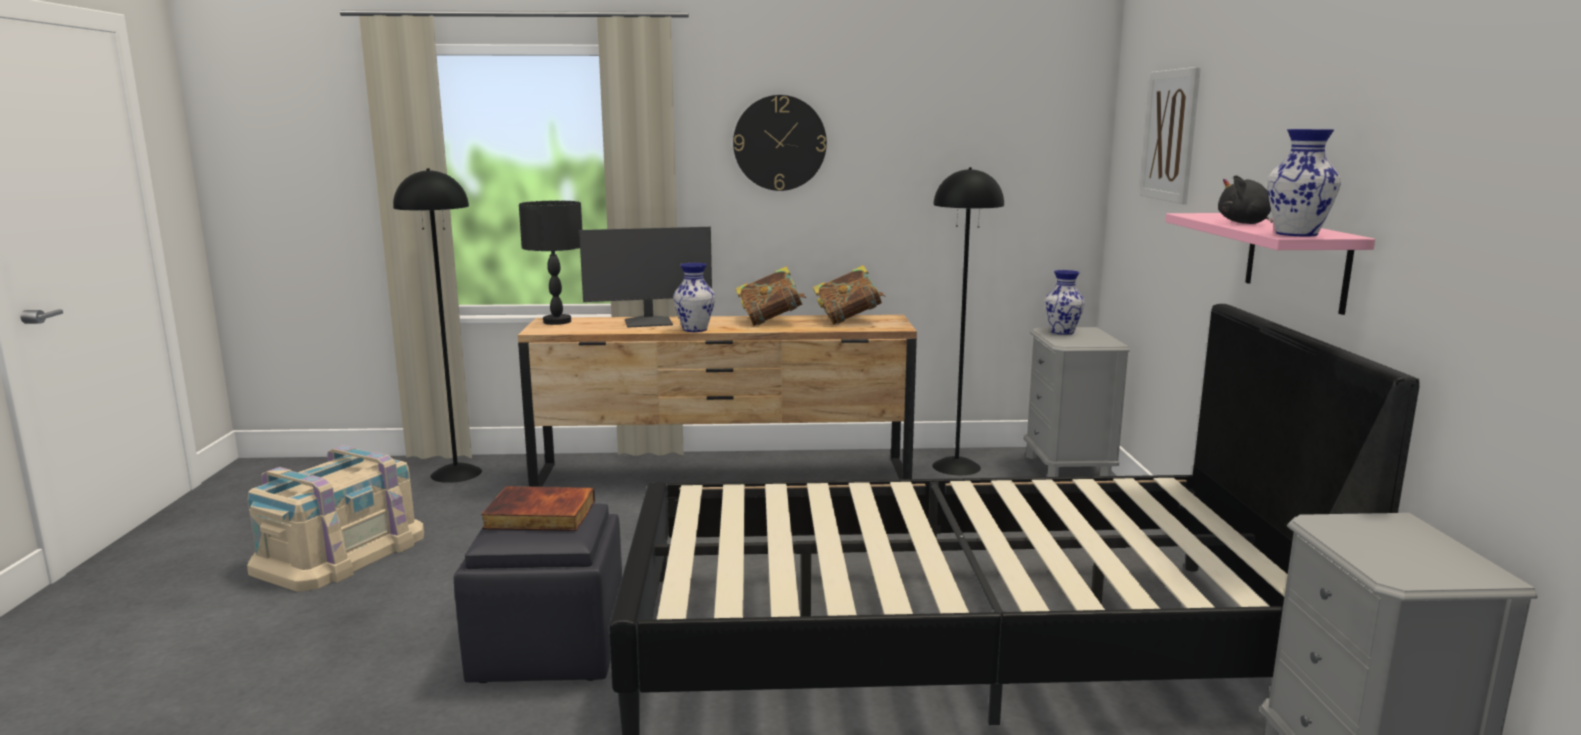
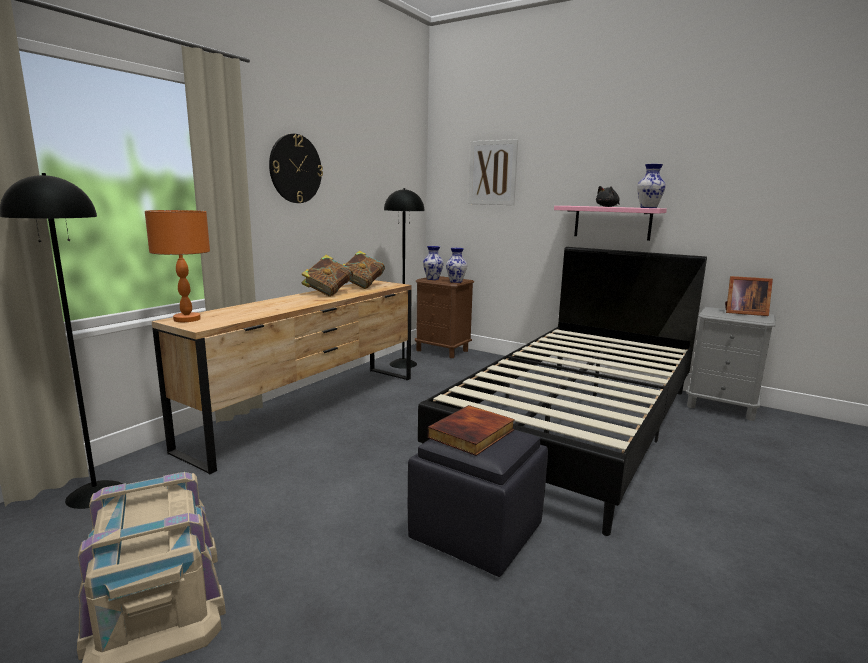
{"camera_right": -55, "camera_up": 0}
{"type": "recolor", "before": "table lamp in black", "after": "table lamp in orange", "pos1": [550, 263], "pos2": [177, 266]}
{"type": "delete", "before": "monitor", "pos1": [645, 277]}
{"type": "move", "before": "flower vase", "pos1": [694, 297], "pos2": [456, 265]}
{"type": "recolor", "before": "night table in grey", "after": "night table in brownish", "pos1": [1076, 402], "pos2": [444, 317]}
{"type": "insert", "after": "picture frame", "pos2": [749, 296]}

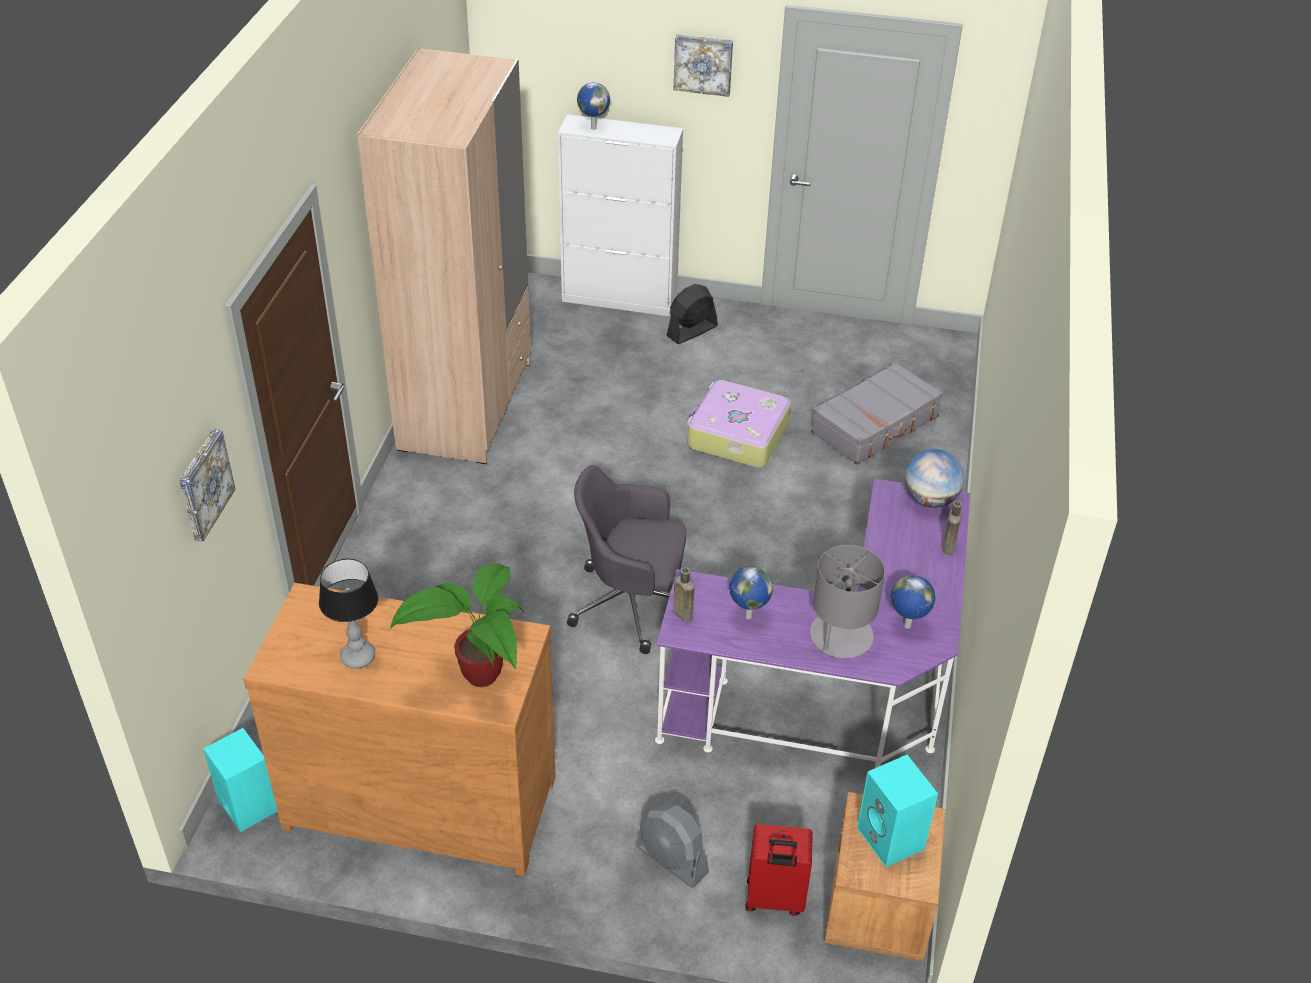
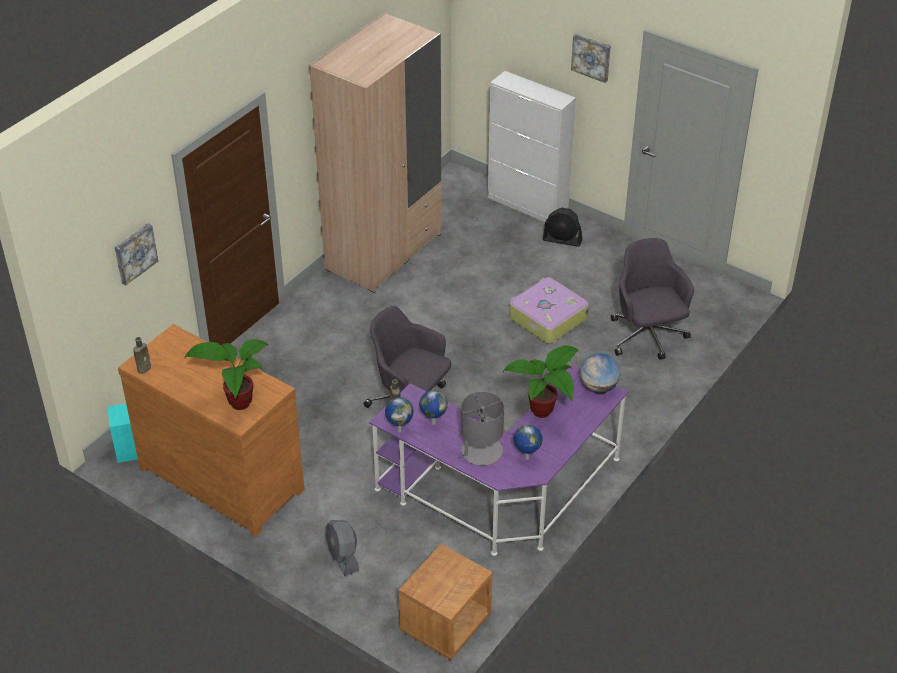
{"camera_right": 25, "camera_up": 0}
{"type": "move", "before": "globe", "pos1": [593, 106], "pos2": [399, 414]}
{"type": "rotate", "before": "cooling fan in black", "pos1": [692, 314], "pos2": [562, 227], "turn": -150}
{"type": "replace", "before": "piece of luggage in grey", "after": "office chair in grey", "pos1": [877, 413], "pos2": [652, 299]}
{"type": "move", "before": "bottle in brownish", "pos1": [952, 528], "pos2": [142, 355]}
{"type": "delete", "before": "table lamp", "pos1": [348, 614]}
{"type": "delete", "before": "speaker in turquoise", "pos1": [897, 811]}
{"type": "delete", "before": "piece of luggage in red-coloured", "pos1": [779, 870]}
{"type": "insert", "after": "potted plant", "pos2": [540, 381]}

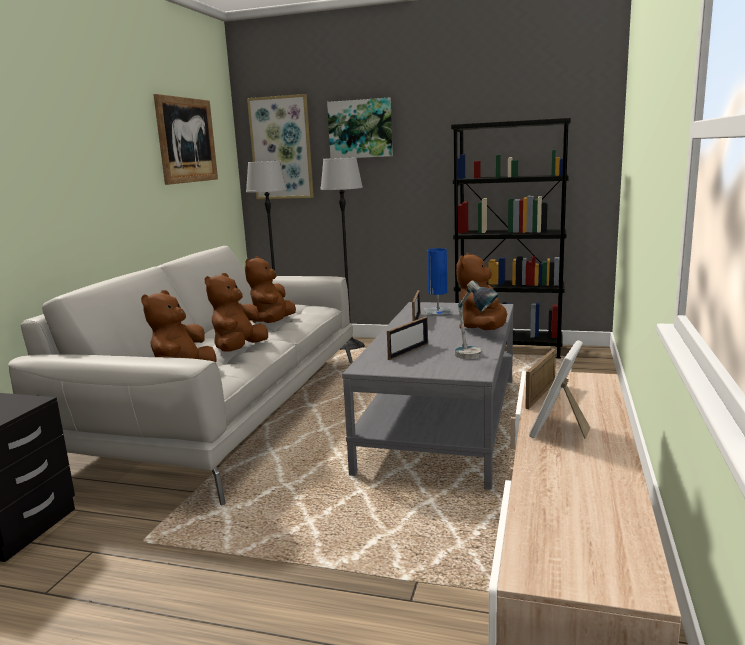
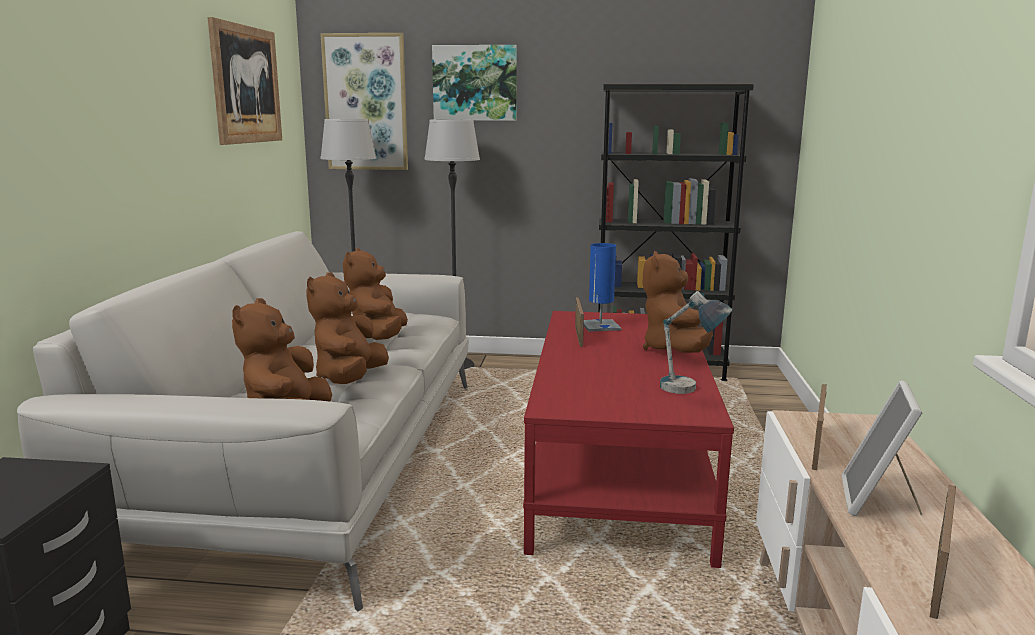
{"camera_right": -10, "camera_up": 0}
{"type": "recolor", "before": "lounge table in grey", "after": "lounge table in red-coloured", "pos1": [428, 396], "pos2": [628, 439]}
{"type": "move", "before": "picture frame", "pos1": [407, 338], "pos2": [943, 552]}

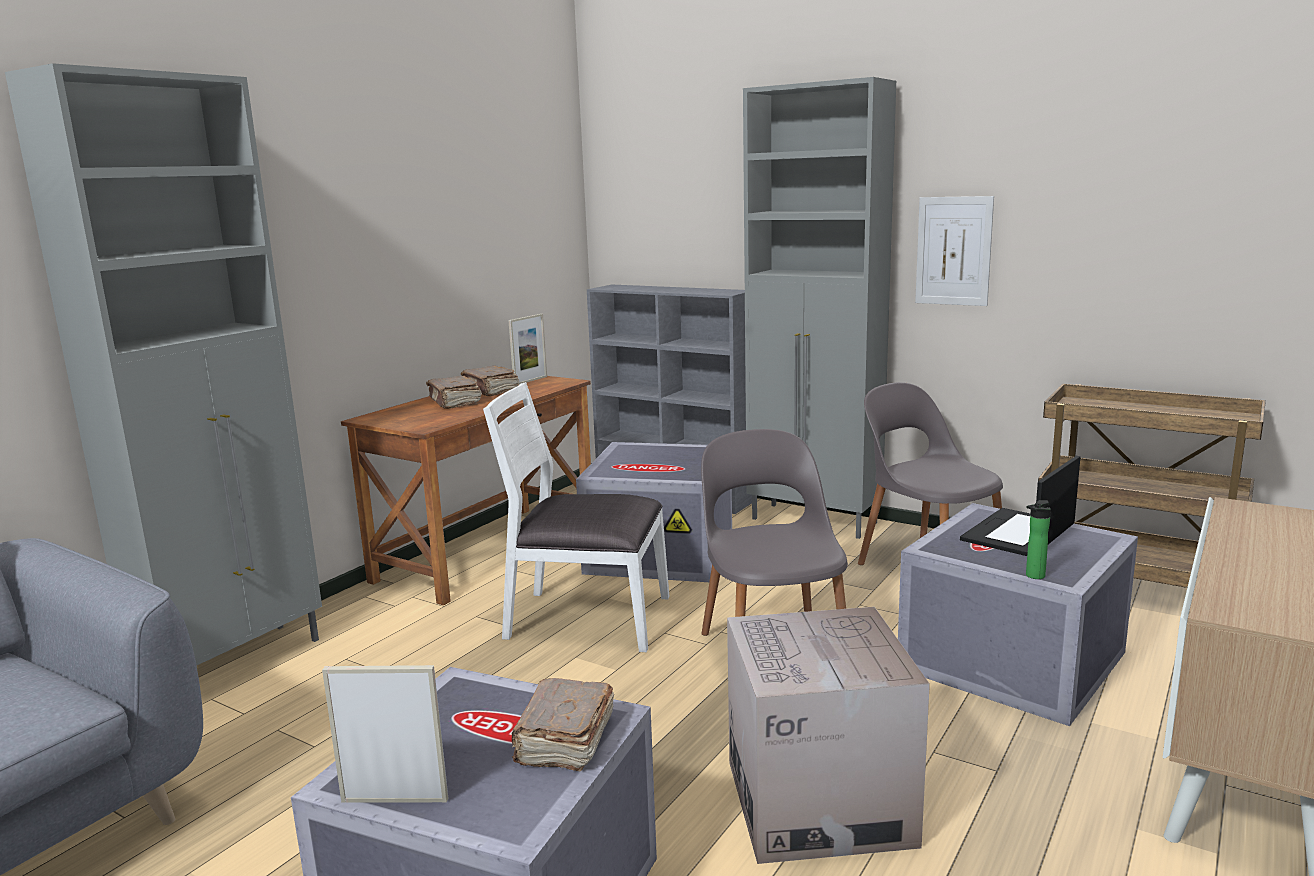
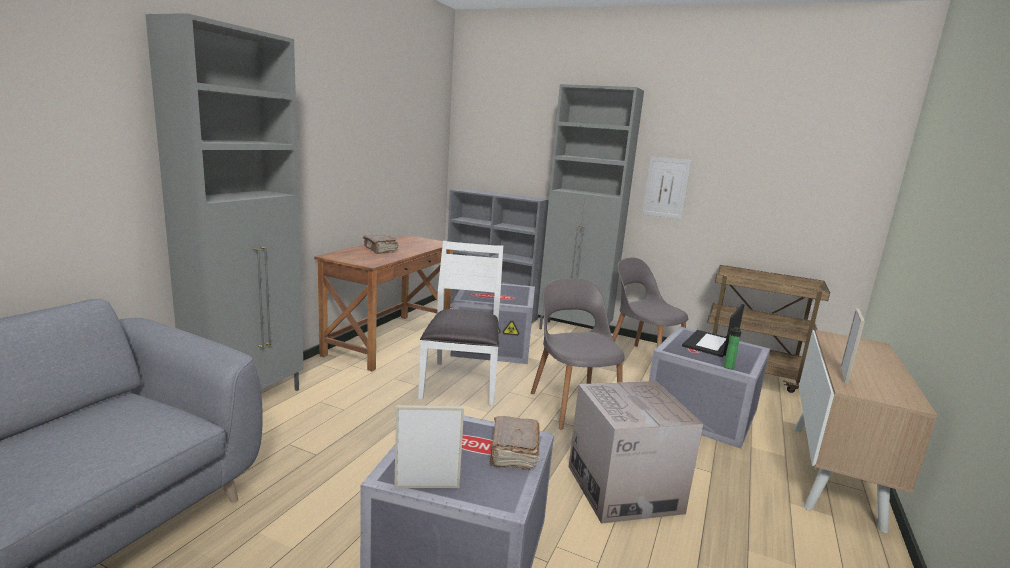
{"camera_right": -10, "camera_up": 0}
{"type": "move", "before": "picture frame", "pos1": [527, 349], "pos2": [853, 346]}
{"type": "delete", "before": "volume in brownish", "pos1": [490, 381]}
{"type": "rotate", "before": "plain chair in whitish", "pos1": [576, 517], "pos2": [460, 323], "turn": 90}

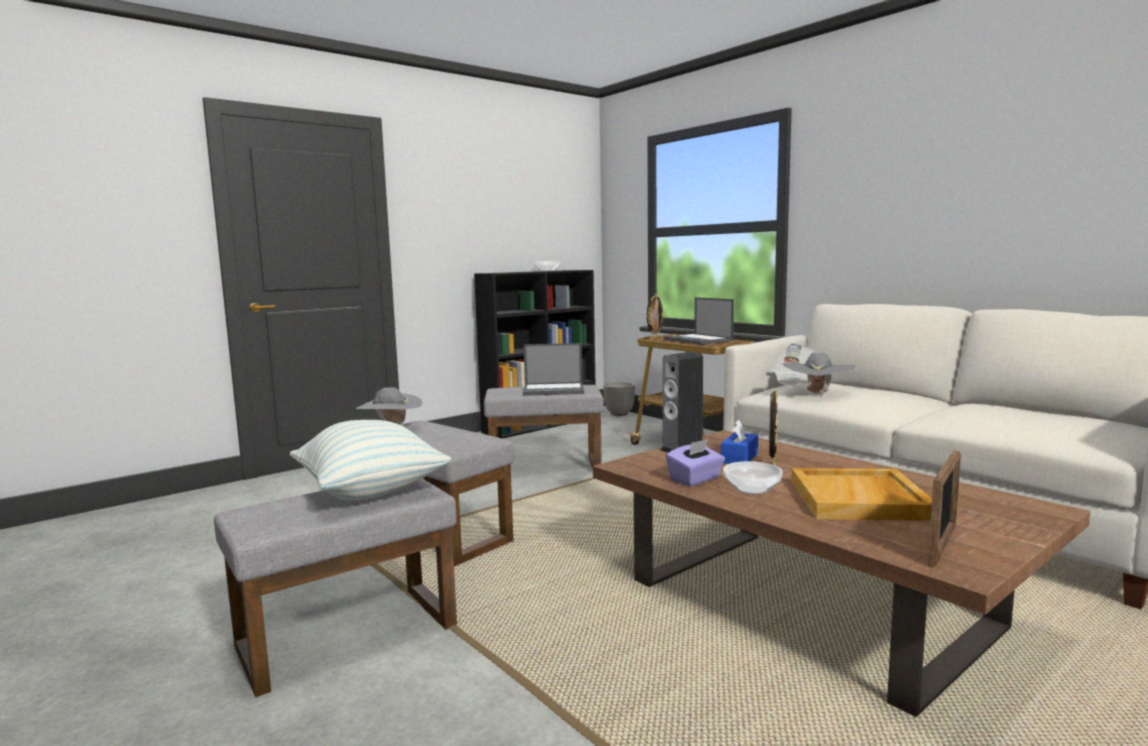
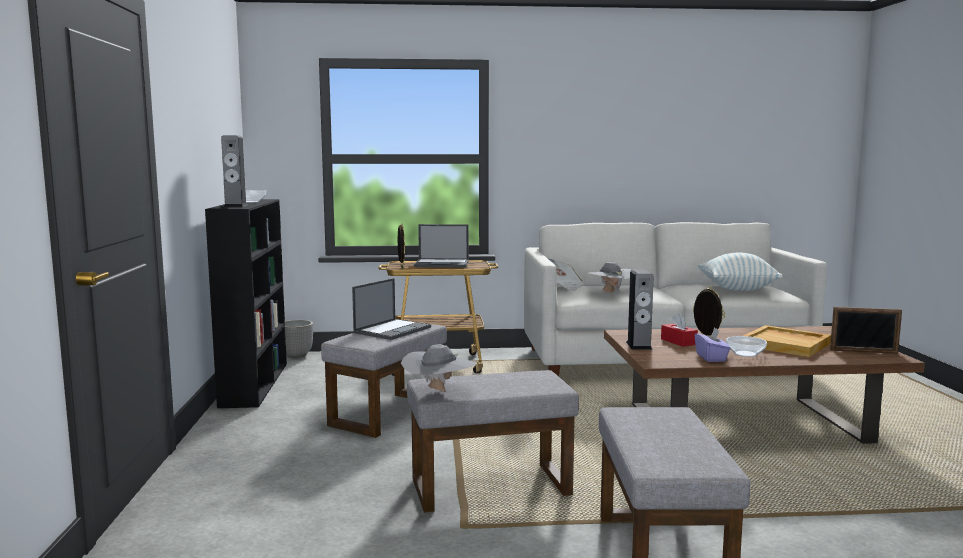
{"camera_right": -55, "camera_up": 0}
{"type": "recolor", "before": "tissue box in blue-coloured", "after": "tissue box in red-coloured", "pos1": [739, 441], "pos2": [679, 330]}
{"type": "move", "before": "cushion", "pos1": [370, 460], "pos2": [740, 272]}
{"type": "rotate", "before": "picture frame", "pos1": [944, 508], "pos2": [866, 330], "turn": 120}
{"type": "insert", "after": "speaker", "pos2": [234, 171]}

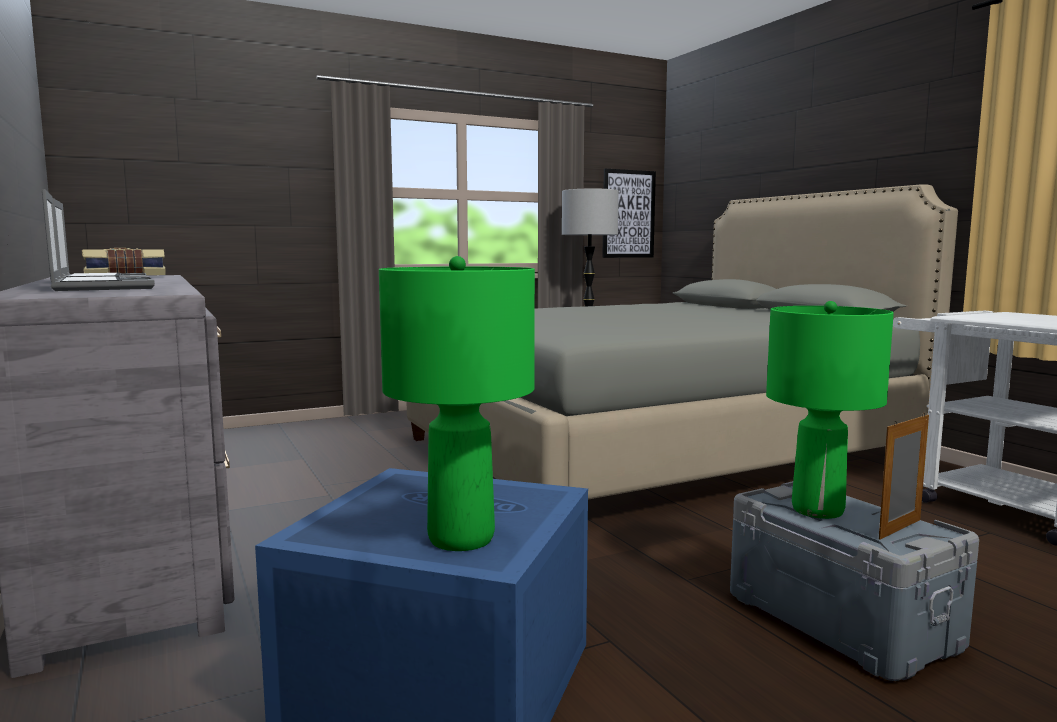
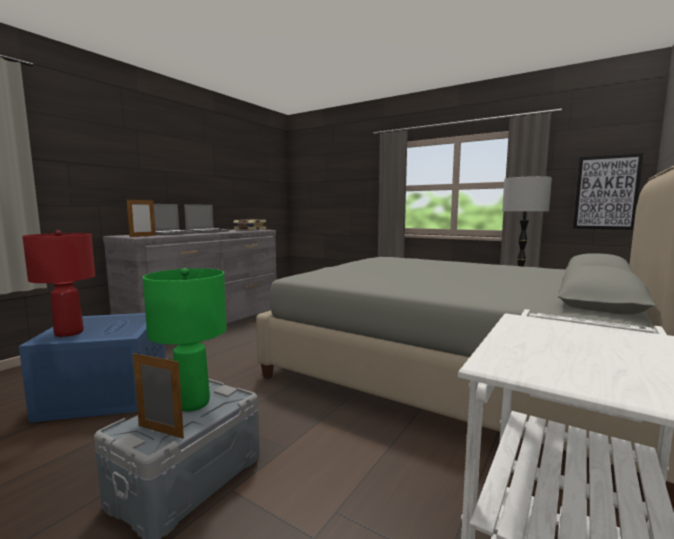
{"camera_right": 60, "camera_up": 0}
{"type": "recolor", "before": "table lamp in greenish", "after": "table lamp in red-coloured", "pos1": [457, 403], "pos2": [58, 283]}
{"type": "insert", "after": "picture frame", "pos2": [141, 217]}

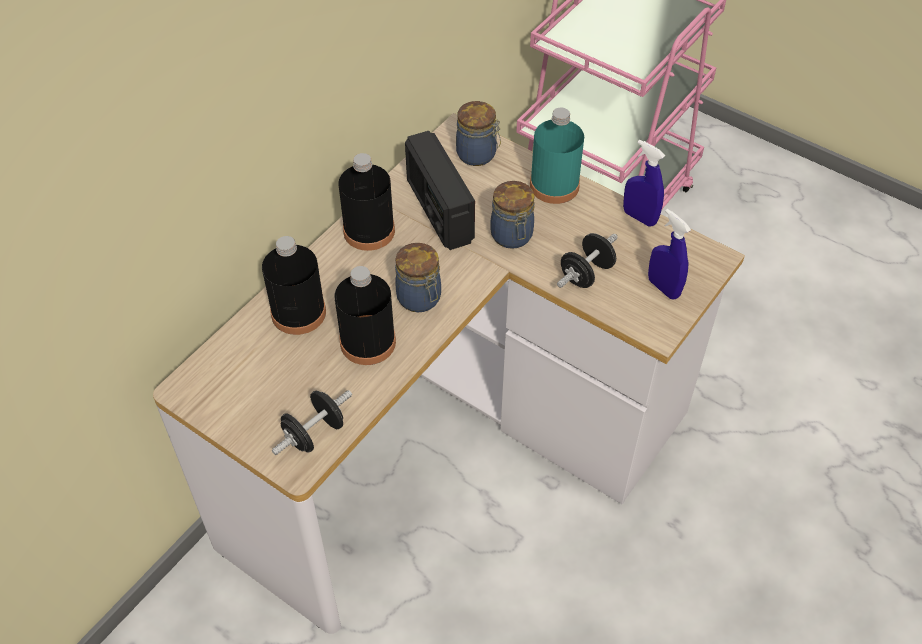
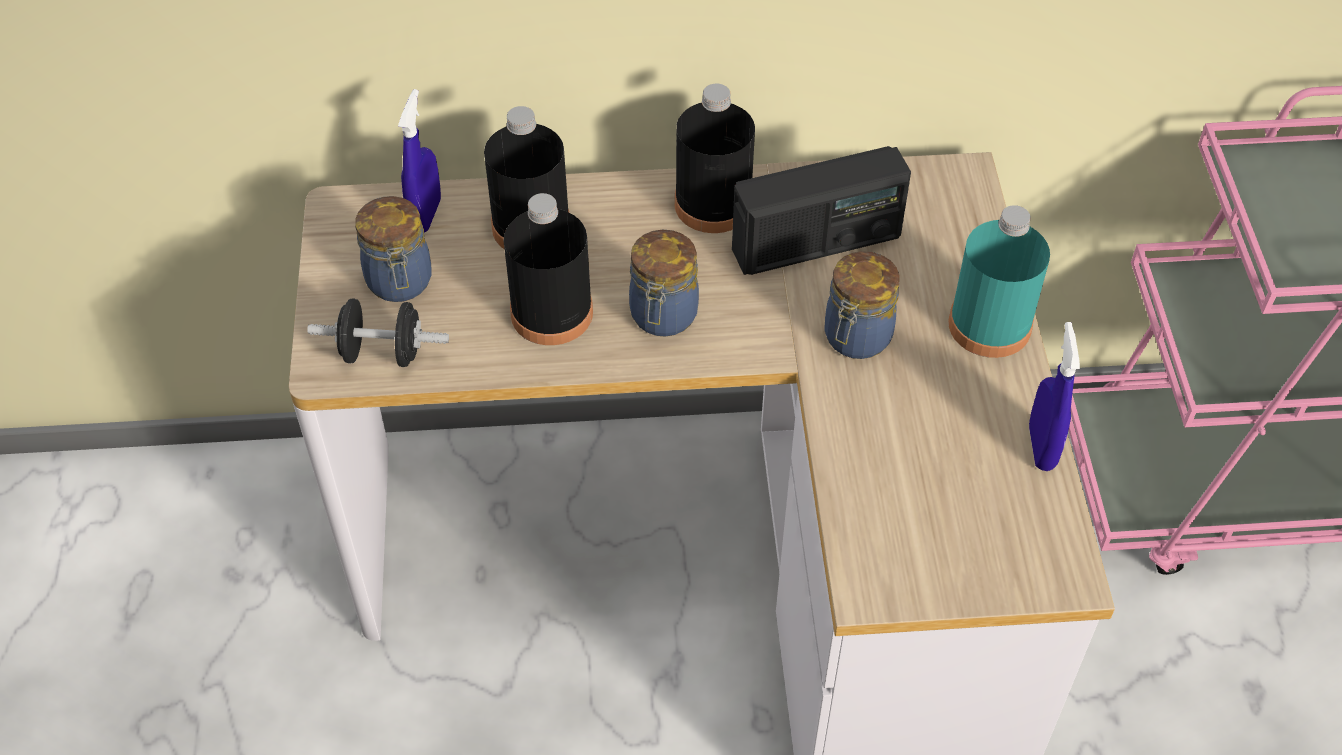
{"camera_right": 50, "camera_up": 0}
{"type": "move", "before": "preserve jar", "pos1": [478, 133], "pos2": [393, 249]}
{"type": "rotate", "before": "radio", "pos1": [440, 190], "pos2": [821, 210], "turn": -135}
{"type": "move", "before": "hand sprayer in blue-coloured", "pos1": [669, 254], "pos2": [419, 161]}
{"type": "delete", "before": "dumbbell in black", "pos1": [587, 260]}

